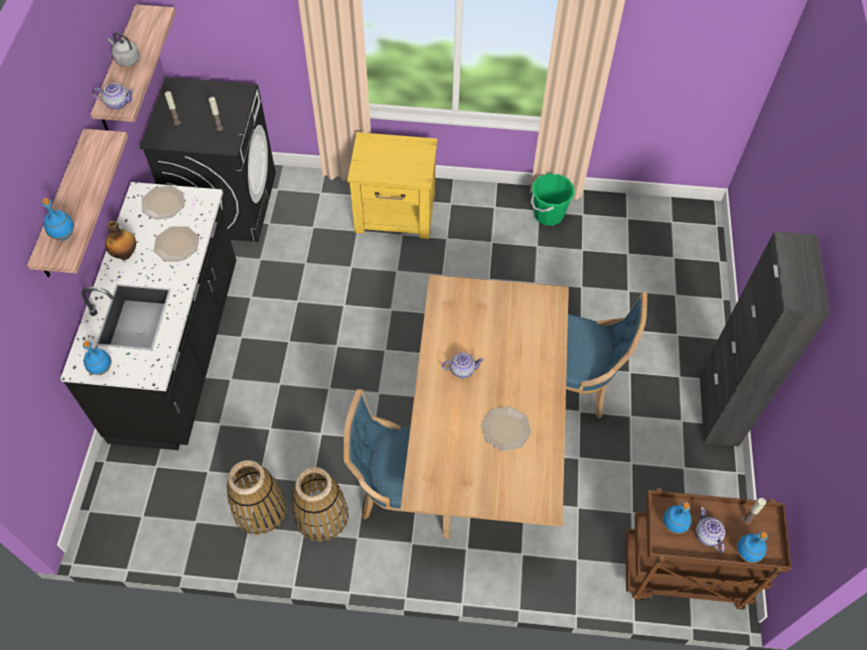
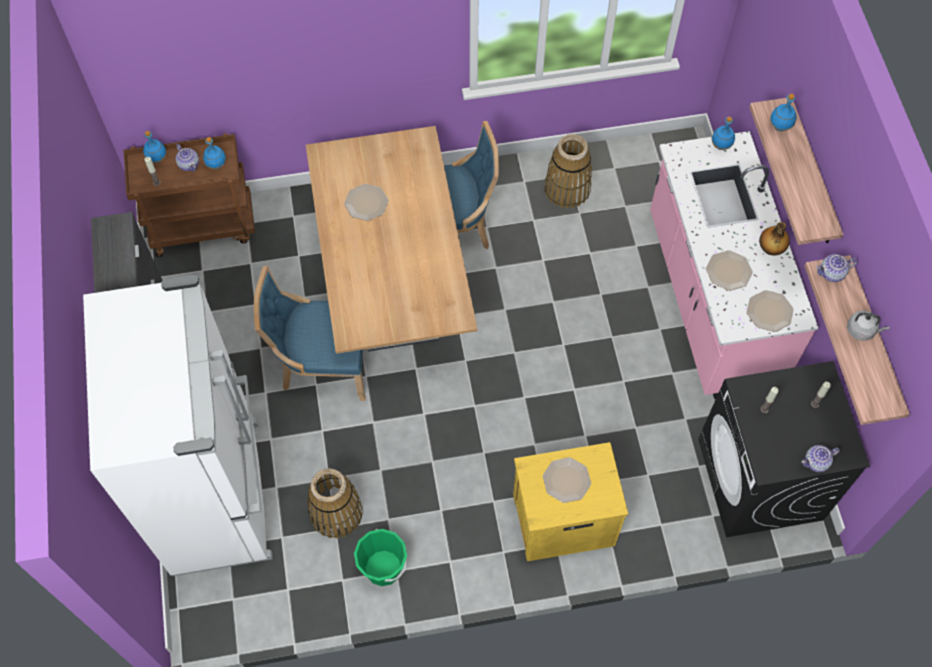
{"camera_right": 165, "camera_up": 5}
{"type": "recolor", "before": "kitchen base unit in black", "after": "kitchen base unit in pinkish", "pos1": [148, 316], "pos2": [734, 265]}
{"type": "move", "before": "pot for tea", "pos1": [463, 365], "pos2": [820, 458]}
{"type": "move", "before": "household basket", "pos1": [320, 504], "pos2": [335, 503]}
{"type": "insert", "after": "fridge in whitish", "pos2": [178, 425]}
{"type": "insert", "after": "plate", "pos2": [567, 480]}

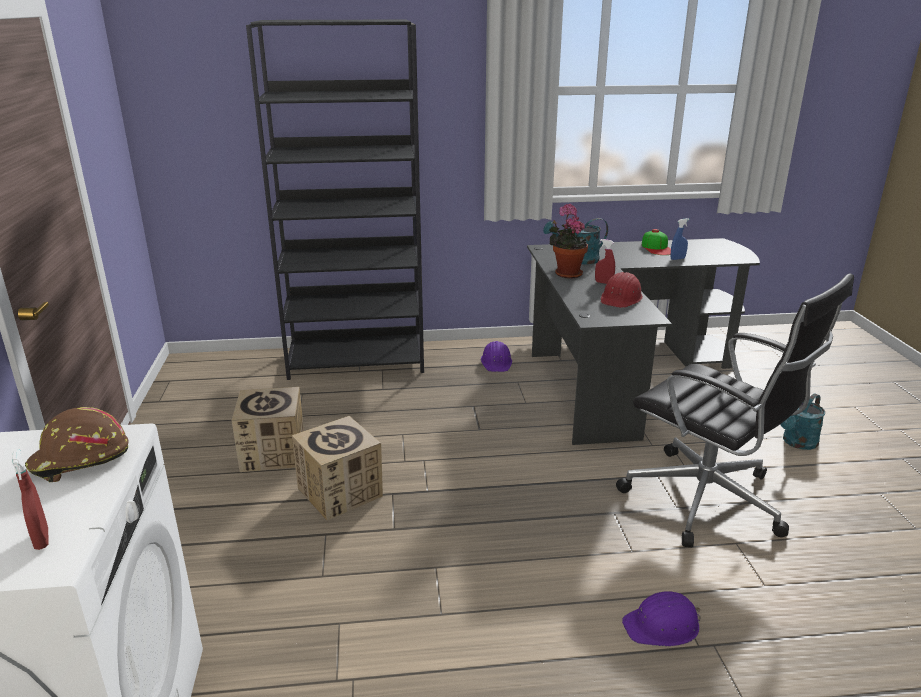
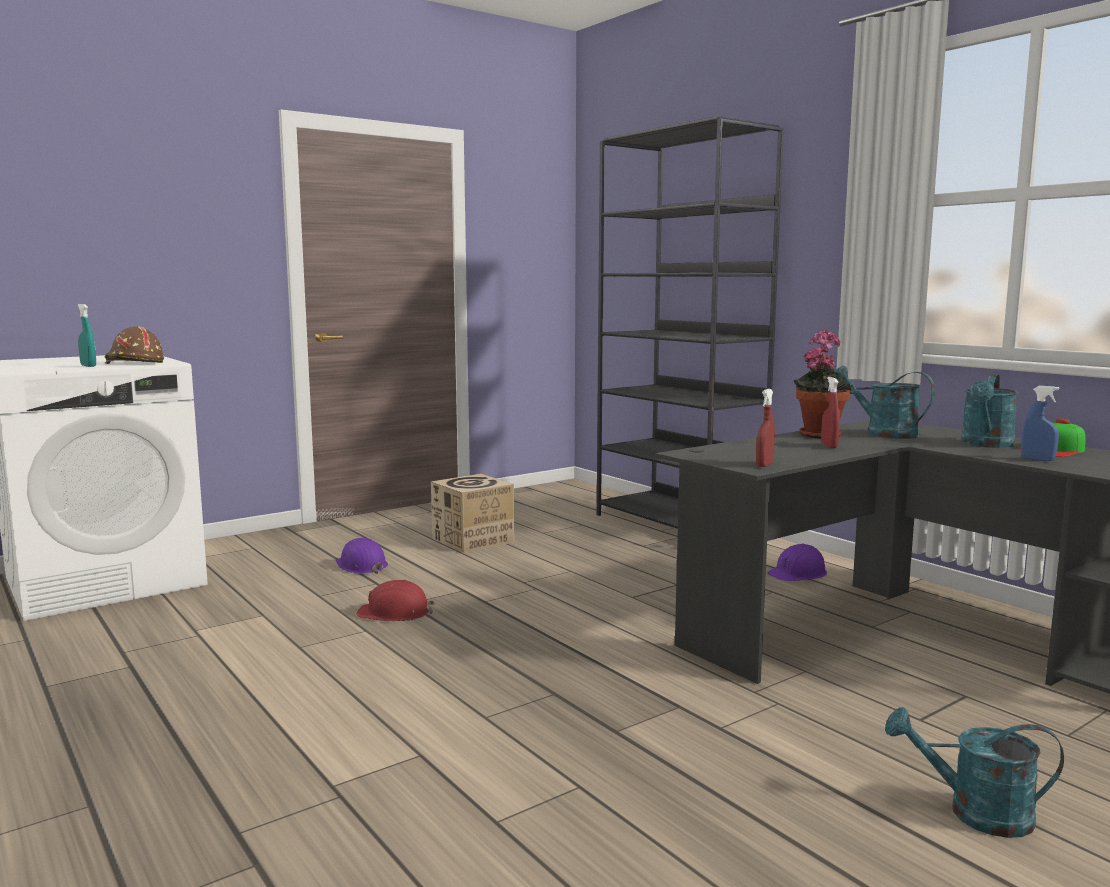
{"camera_right": 60, "camera_up": -15}
{"type": "move", "before": "safety helmet in red-coloured", "pos1": [622, 290], "pos2": [395, 600]}
{"type": "delete", "before": "office chair in black", "pos1": [735, 411]}
{"type": "delete", "before": "carton", "pos1": [337, 468]}
{"type": "move", "before": "hand sprayer in red-coloured", "pos1": [30, 499], "pos2": [765, 428]}
{"type": "move", "before": "safety helmet in purple", "pos1": [661, 618], "pos2": [362, 556]}
{"type": "insert", "after": "hand sprayer in turquoise", "pos2": [86, 335]}
{"type": "insert", "after": "watering pot in turquoise", "pos2": [989, 411]}

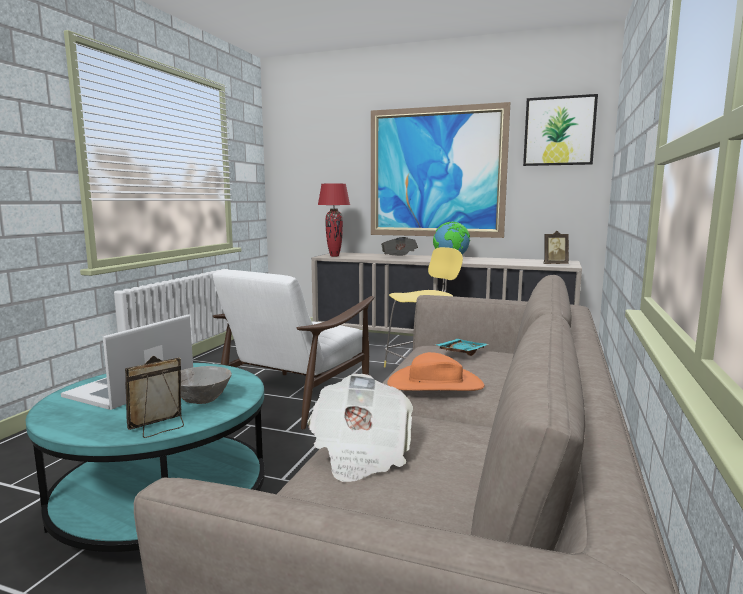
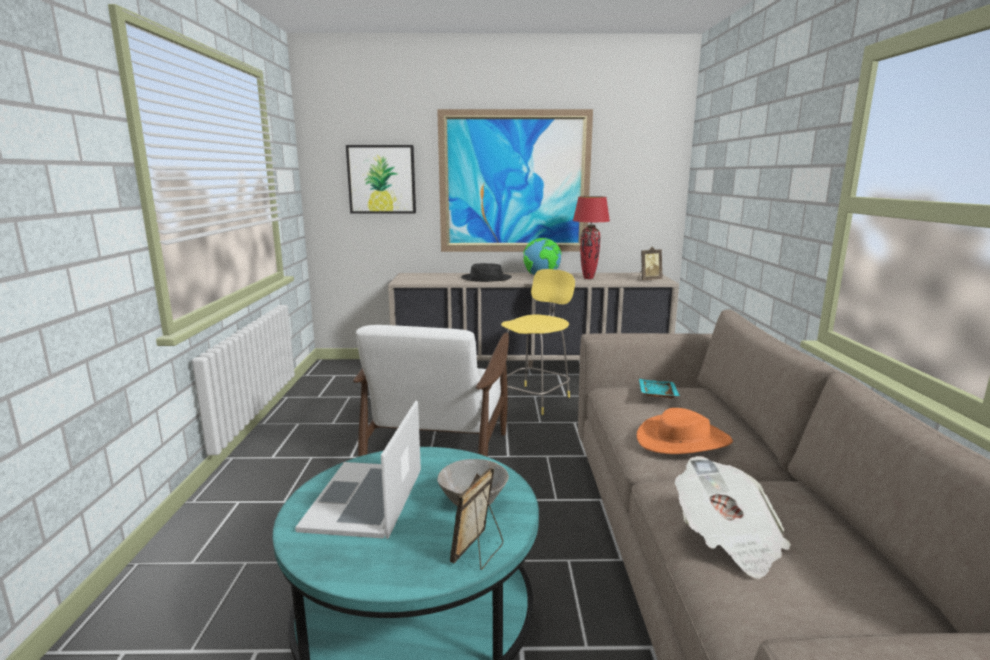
{"camera_right": -20, "camera_up": 5}
{"type": "move", "before": "picture", "pos1": [560, 130], "pos2": [381, 179]}
{"type": "move", "before": "table lamp in red-coloured", "pos1": [334, 220], "pos2": [591, 237]}
{"type": "replace", "before": "printed paper", "after": "wearable hat in black", "pos1": [399, 246], "pos2": [486, 272]}

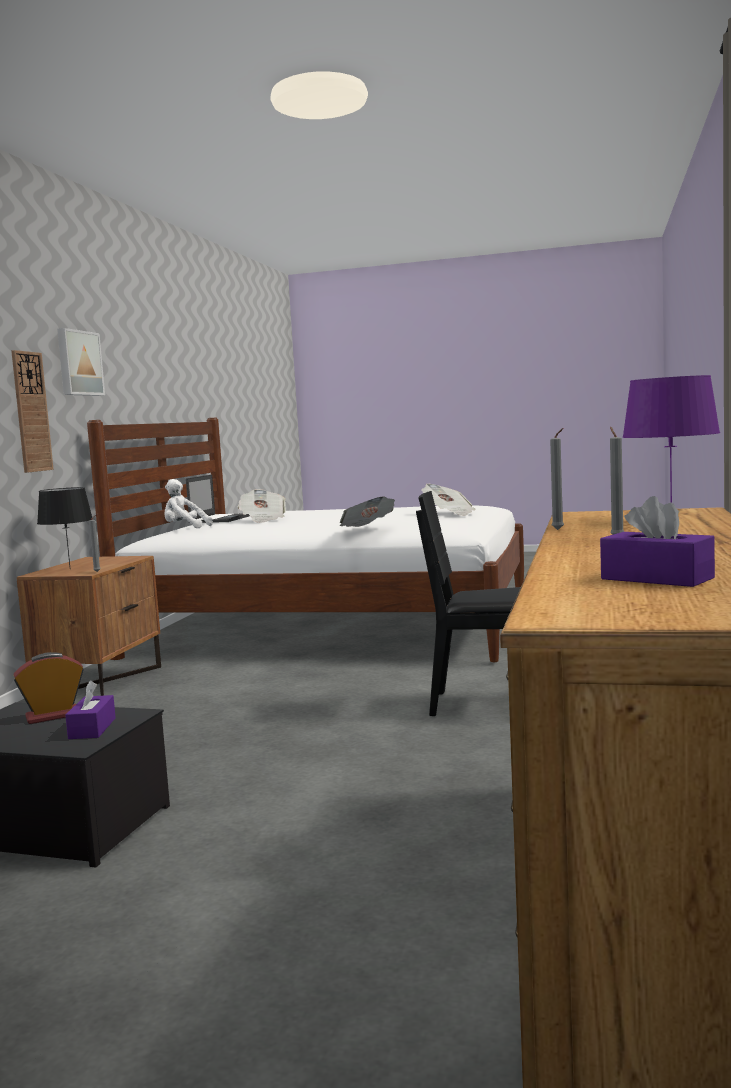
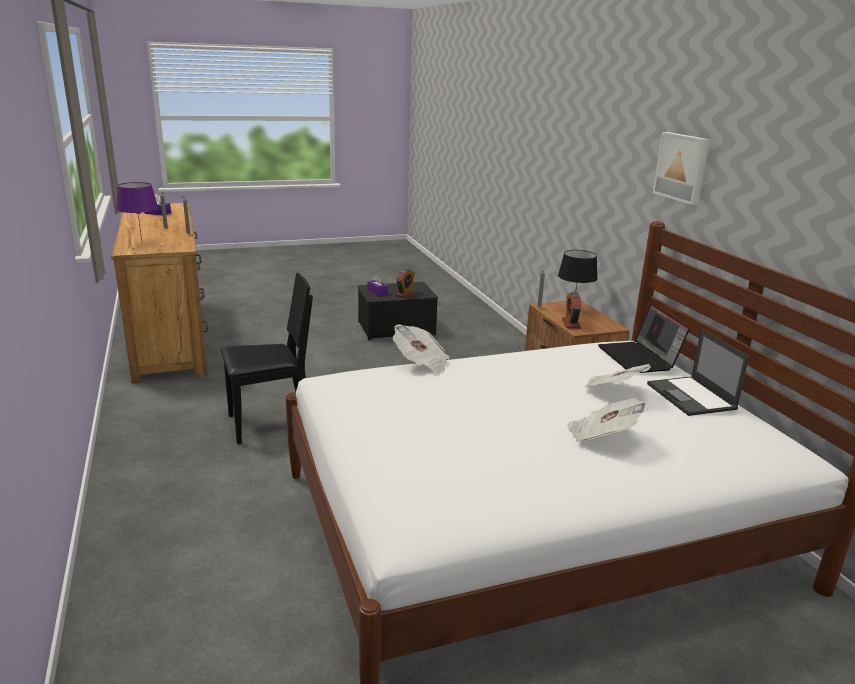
{"camera_right": 145, "camera_up": 15}
{"type": "delete", "before": "clock on the wall", "pos1": [32, 411]}
{"type": "replace", "before": "plush toy in whitish", "after": "notebook computer", "pos1": [189, 503], "pos2": [644, 338]}
{"type": "move", "before": "printed paper", "pos1": [449, 500], "pos2": [607, 420]}
{"type": "insert", "after": "table clock", "pos2": [571, 310]}

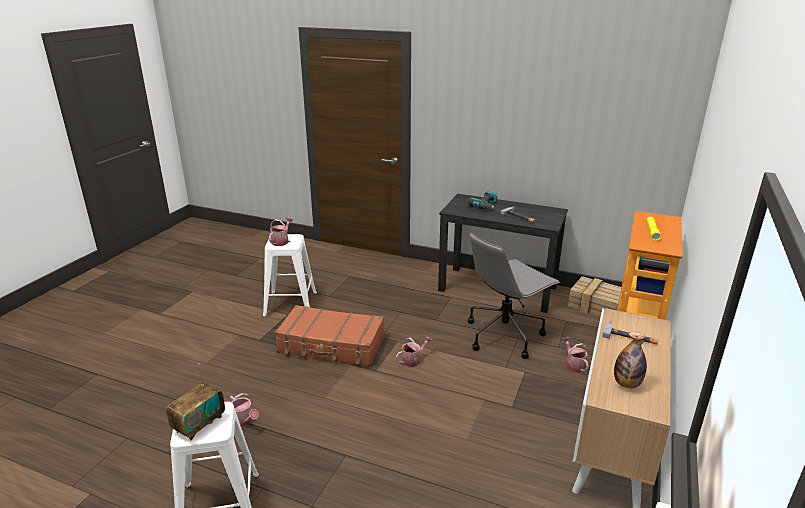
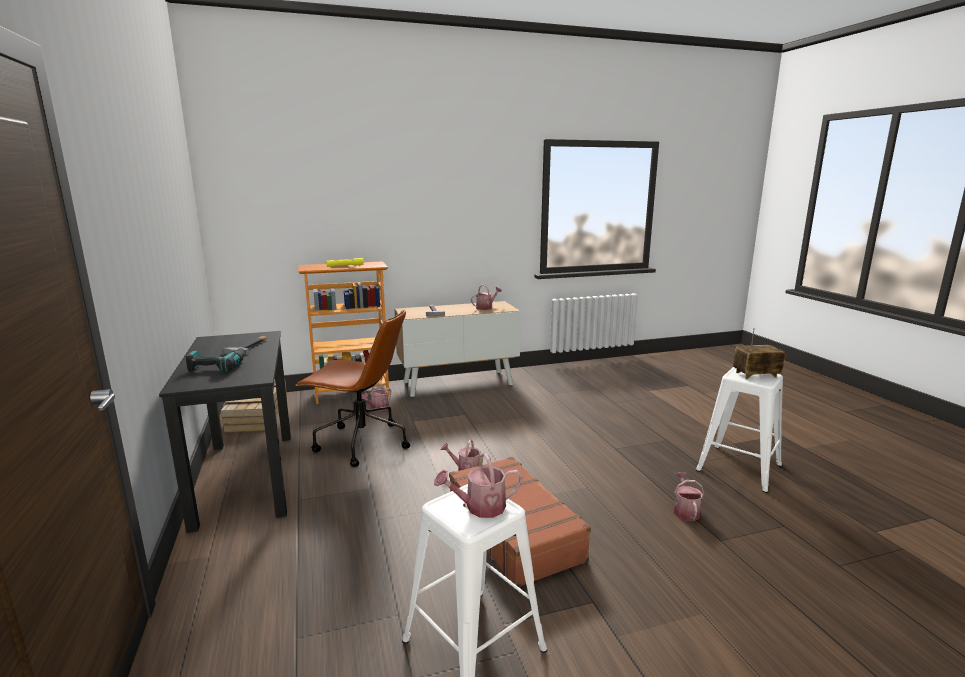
{"camera_right": -130, "camera_up": -10}
{"type": "recolor", "before": "office chair in grey", "after": "office chair in brownish", "pos1": [514, 296], "pos2": [353, 388]}
{"type": "replace", "before": "bottle", "after": "watering pot", "pos1": [630, 360], "pos2": [486, 297]}

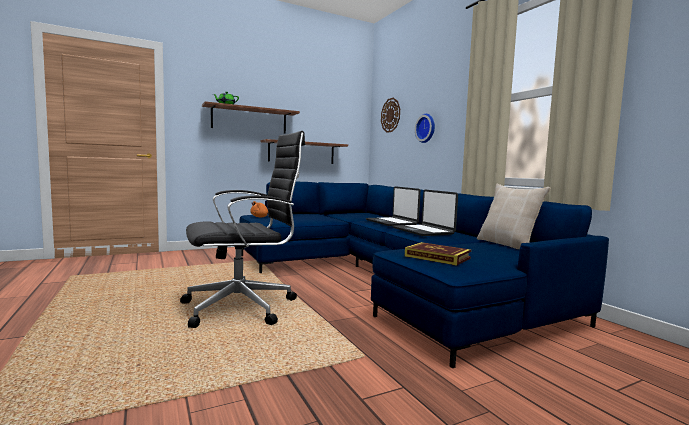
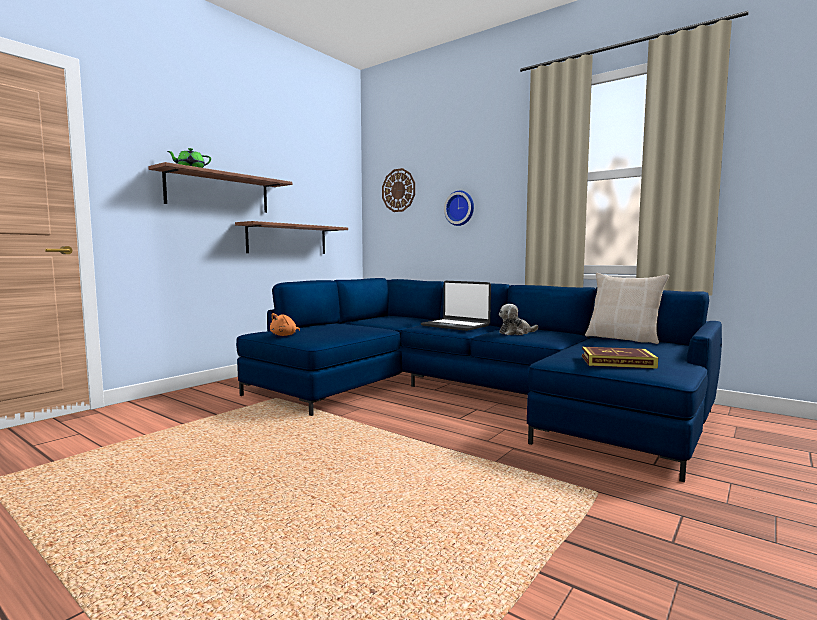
{"camera_right": -25, "camera_up": 0}
{"type": "delete", "before": "office chair in black", "pos1": [242, 229]}
{"type": "replace", "before": "notebook computer", "after": "plush toy", "pos1": [425, 212], "pos2": [518, 319]}

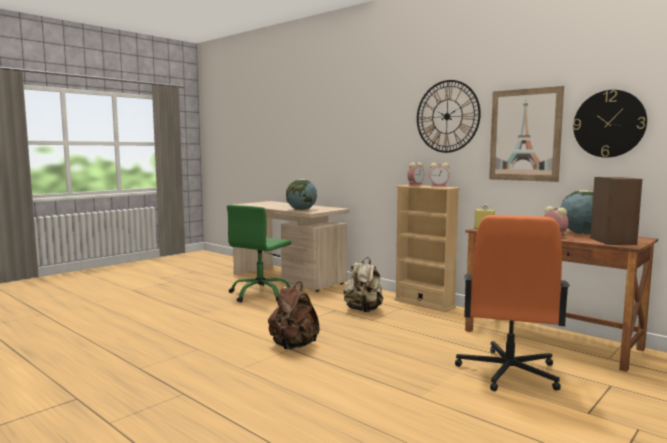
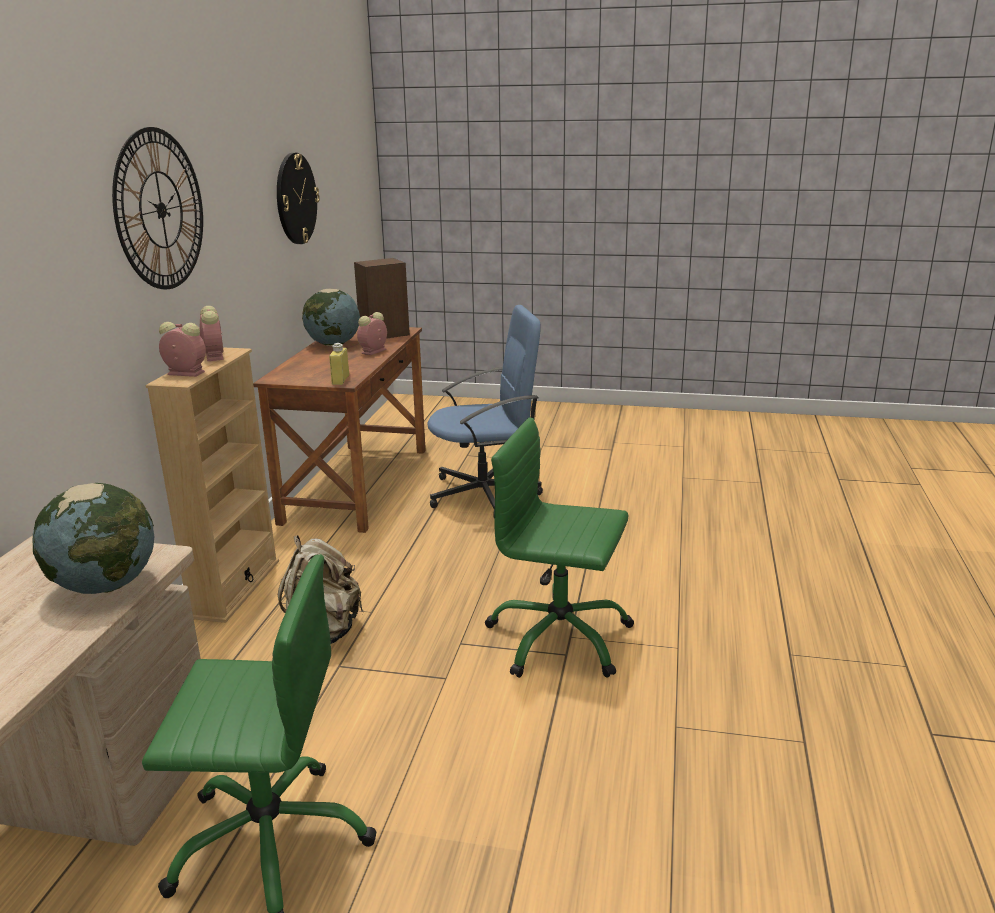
{"camera_right": -120, "camera_up": 15}
{"type": "delete", "before": "picture", "pos1": [526, 134]}
{"type": "recolor", "before": "office chair in orange", "after": "office chair in blue-coloured", "pos1": [512, 303], "pos2": [485, 411]}
{"type": "replace", "before": "rucksack in brownish", "after": "office chair in greenish", "pos1": [294, 315], "pos2": [559, 547]}

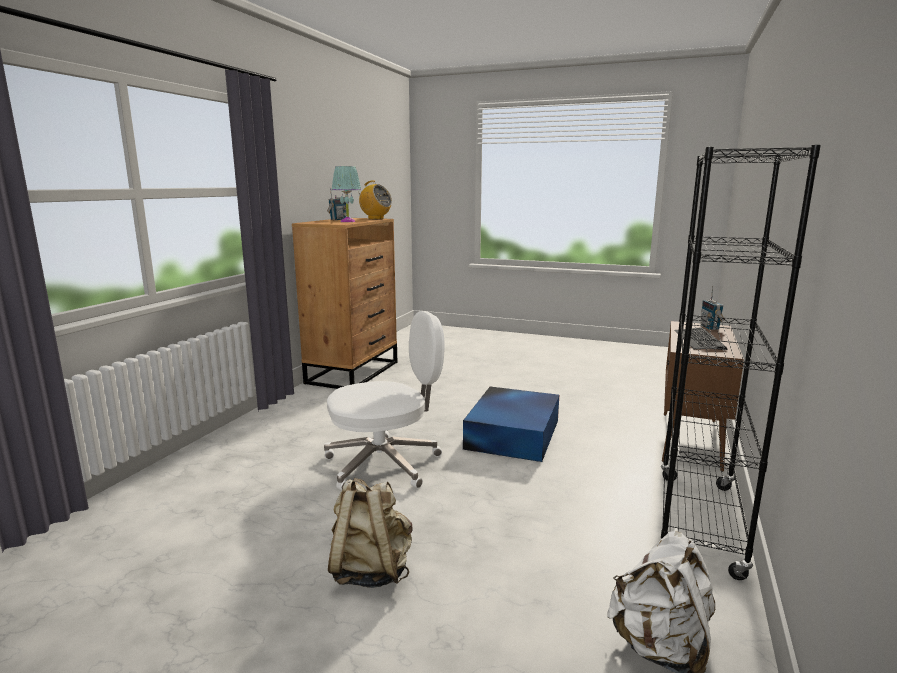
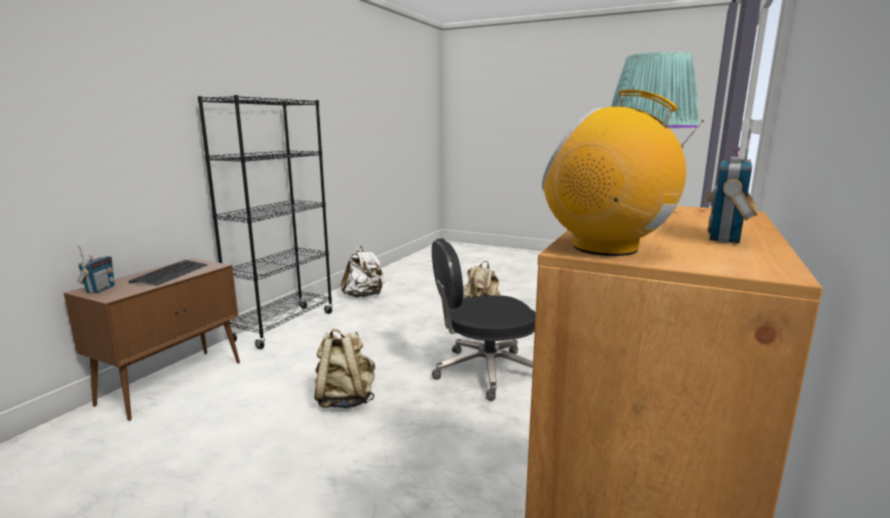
{"camera_right": -175, "camera_up": 0}
{"type": "recolor", "before": "office chair in whitish", "after": "office chair in black", "pos1": [384, 400], "pos2": [484, 319]}
{"type": "replace", "before": "storage bin in blue-coloured", "after": "rucksack in beige", "pos1": [511, 424], "pos2": [344, 368]}

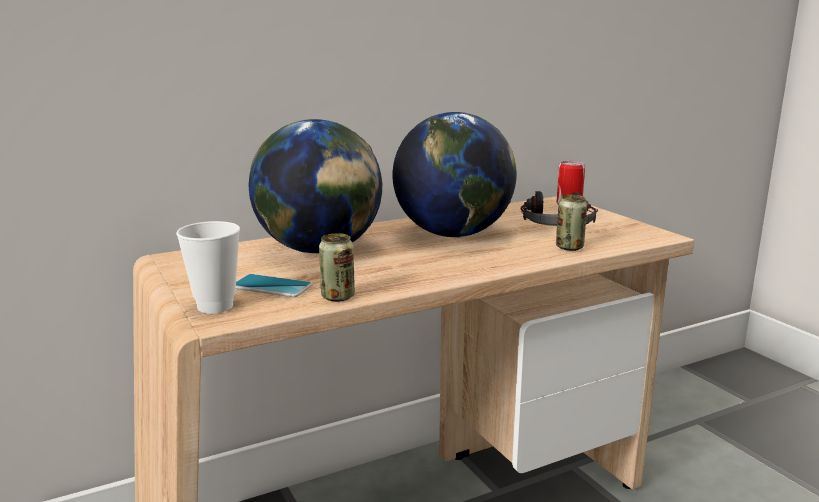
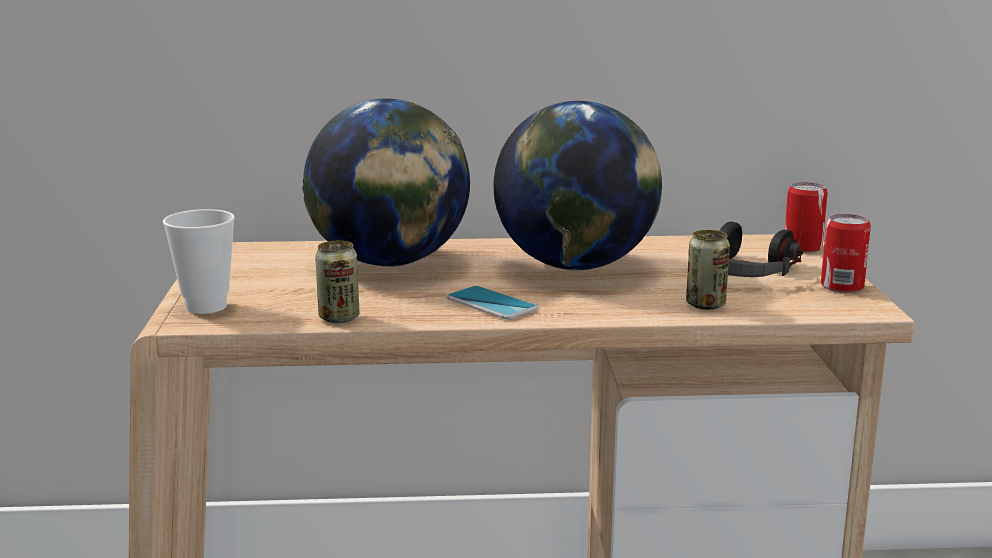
{"camera_right": 25, "camera_up": 0}
{"type": "move", "before": "handset", "pos1": [274, 285], "pos2": [492, 303]}
{"type": "insert", "after": "can", "pos2": [846, 253]}

